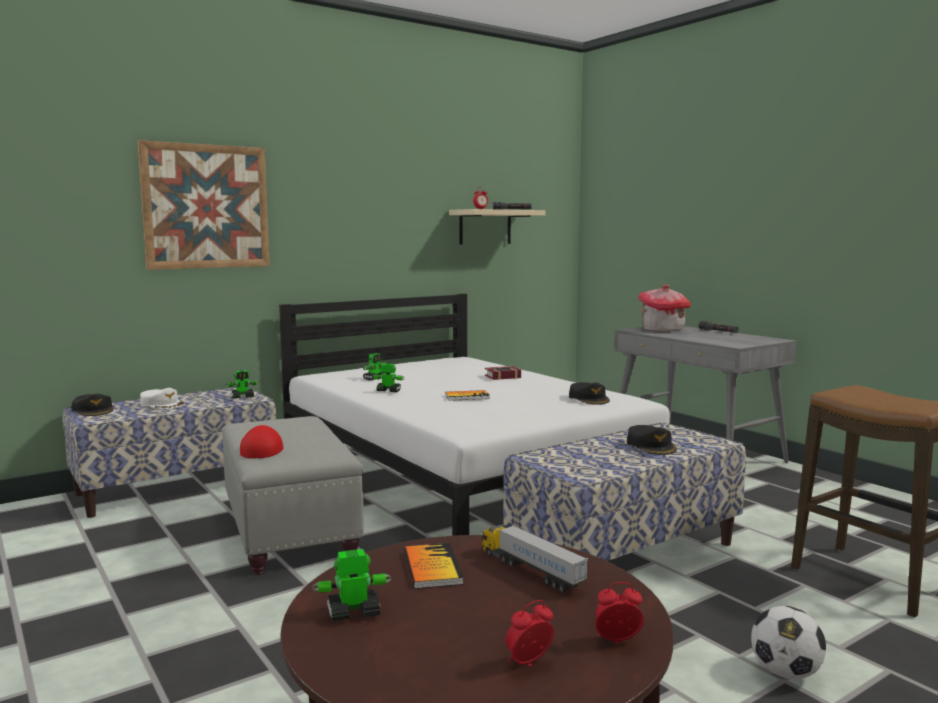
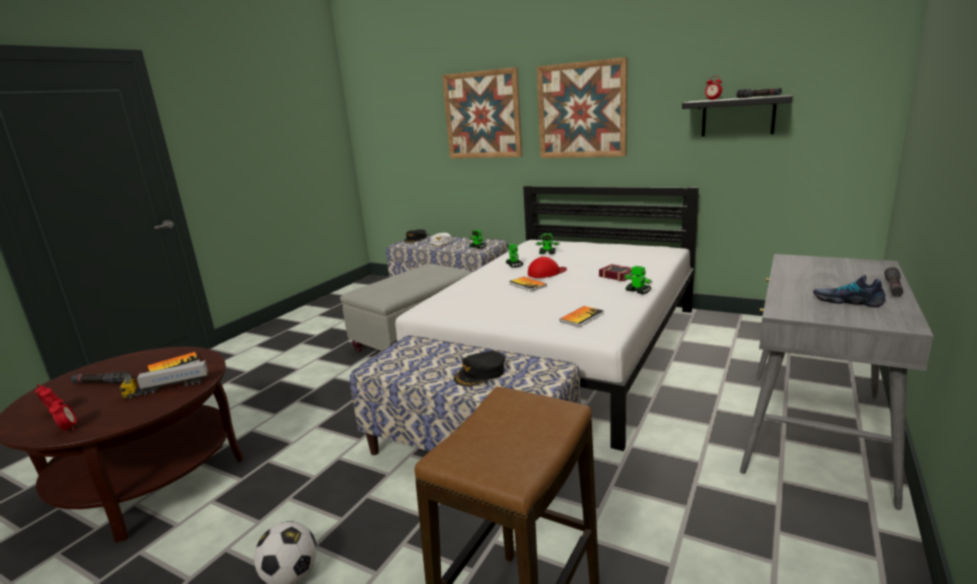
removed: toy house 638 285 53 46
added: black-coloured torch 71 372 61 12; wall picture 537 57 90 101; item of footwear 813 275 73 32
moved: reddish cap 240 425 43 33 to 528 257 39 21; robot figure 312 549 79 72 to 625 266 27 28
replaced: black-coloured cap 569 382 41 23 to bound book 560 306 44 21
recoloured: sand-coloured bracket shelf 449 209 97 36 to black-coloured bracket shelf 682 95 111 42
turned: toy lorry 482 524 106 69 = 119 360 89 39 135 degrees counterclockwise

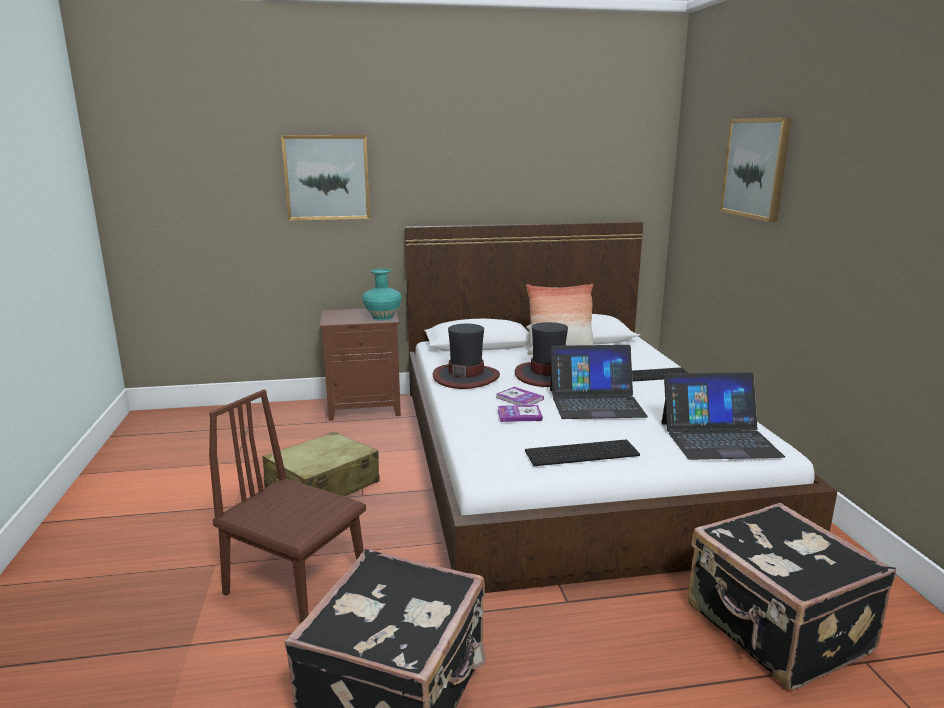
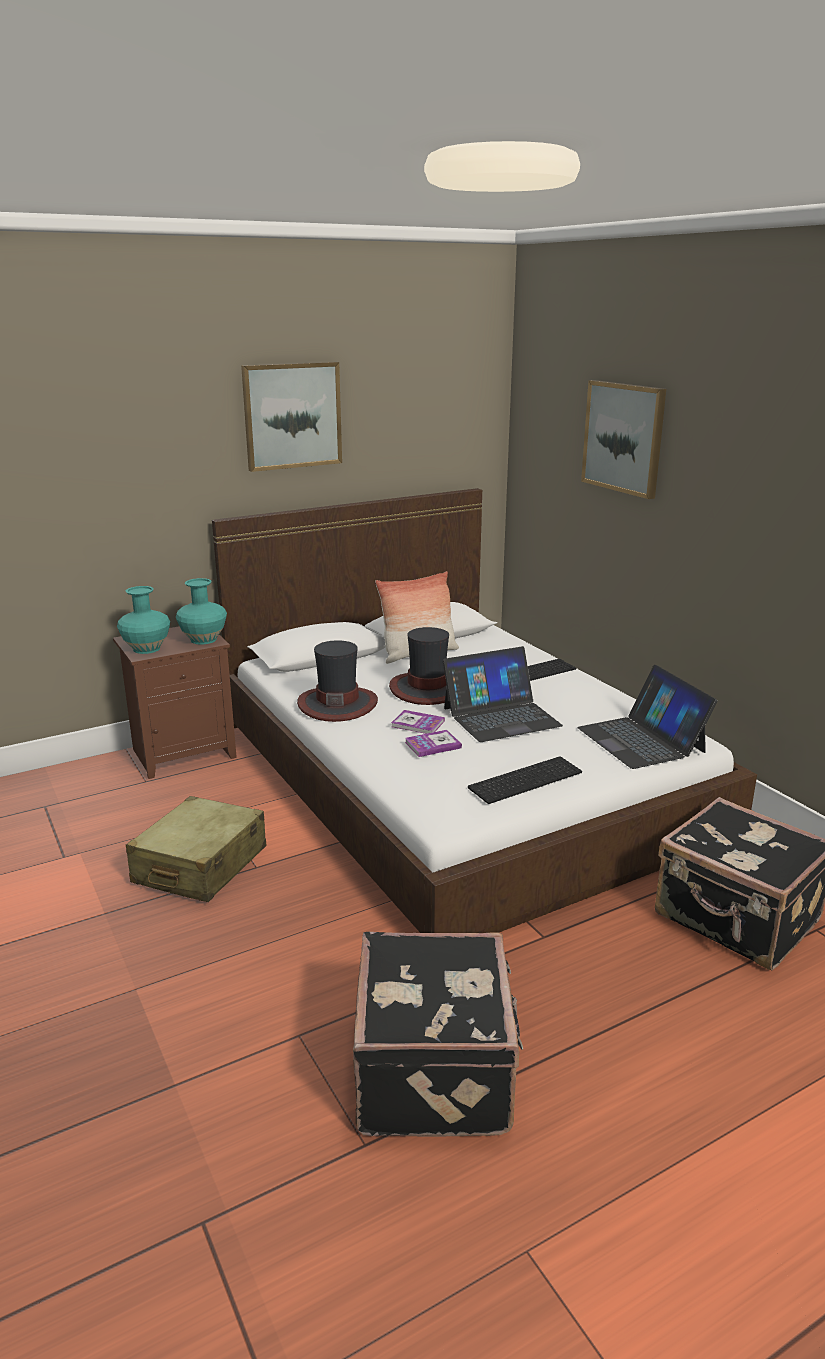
removed: brown-coloured plain chair 209 389 157 235
added: turquoise decorative vase 117 586 53 68
moved: wall picture 281 135 89 86 to 241 362 101 110
turned: laptop 661 372 124 88 = 577 665 140 104 90 degrees clockwise

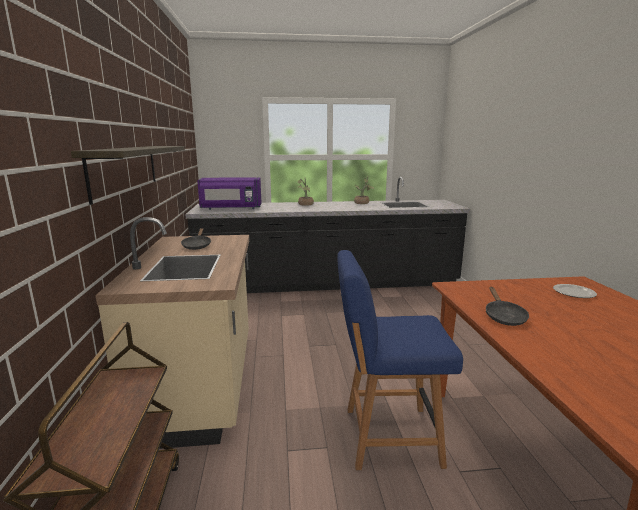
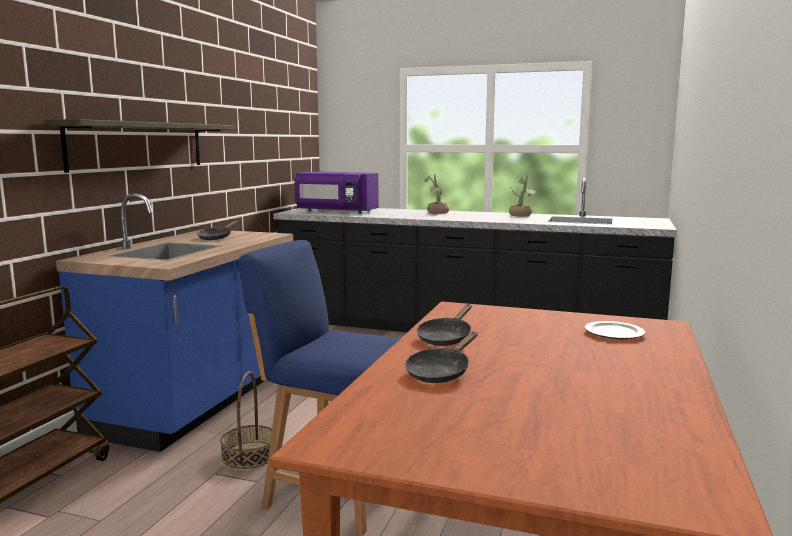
added: household basket 220 371 52 98; black-coloured skillet 405 332 73 51
recoloured: sand-coloured kitchen counter 96 217 153 232 to blue kitchen counter 56 193 237 259

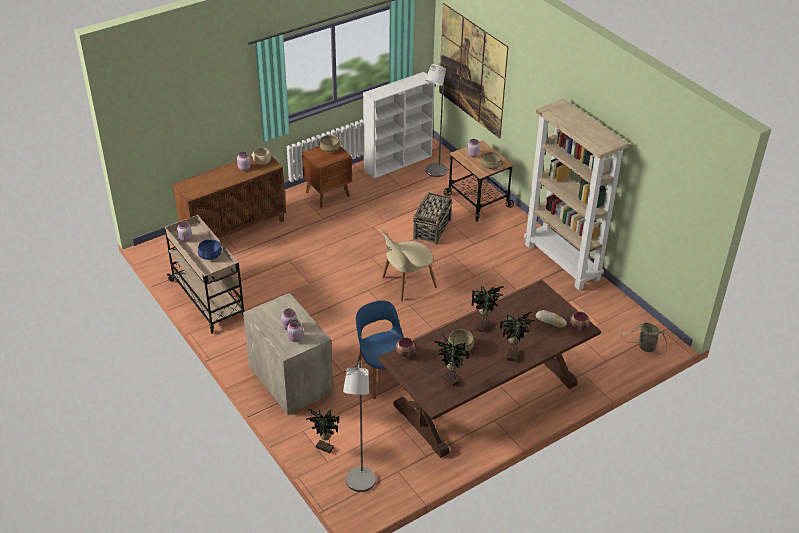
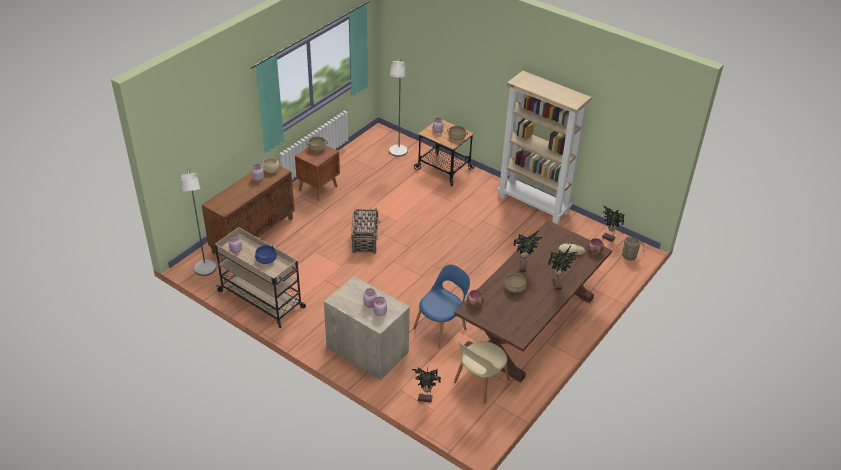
removed: whitish shelving unit 363 72 72 106; wall picture 439 3 69 136
moved: grey standard lamp 343 360 33 132 to 181 169 35 107; household basket 413 192 40 53 to 351 208 29 46; sand-coloured plain chair 381 229 56 72 to 454 341 56 63; potted plant 435 333 34 54 to 602 206 23 36
turned: blue plain chair 356 300 48 99 = 413 265 57 83 90 degrees clockwise

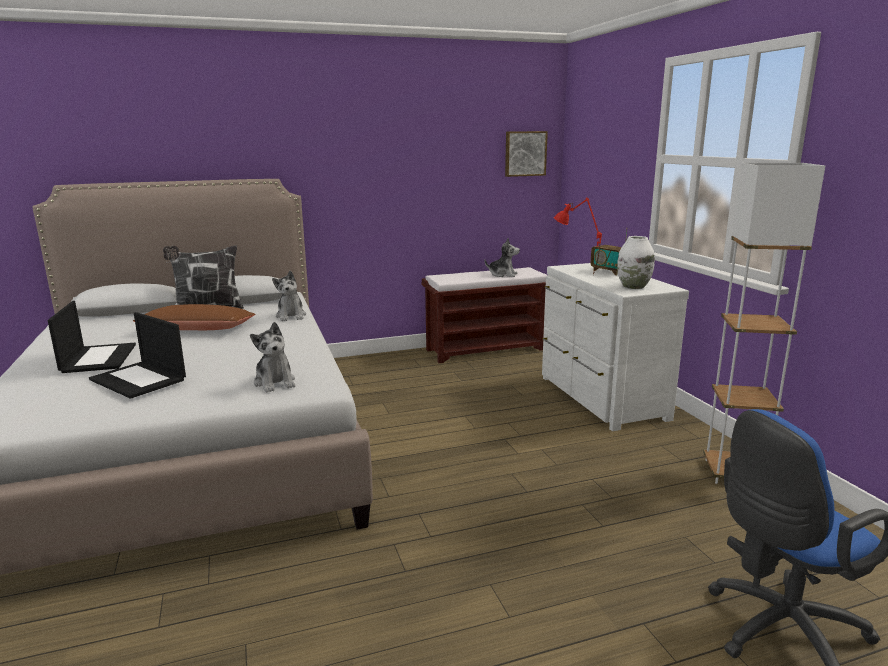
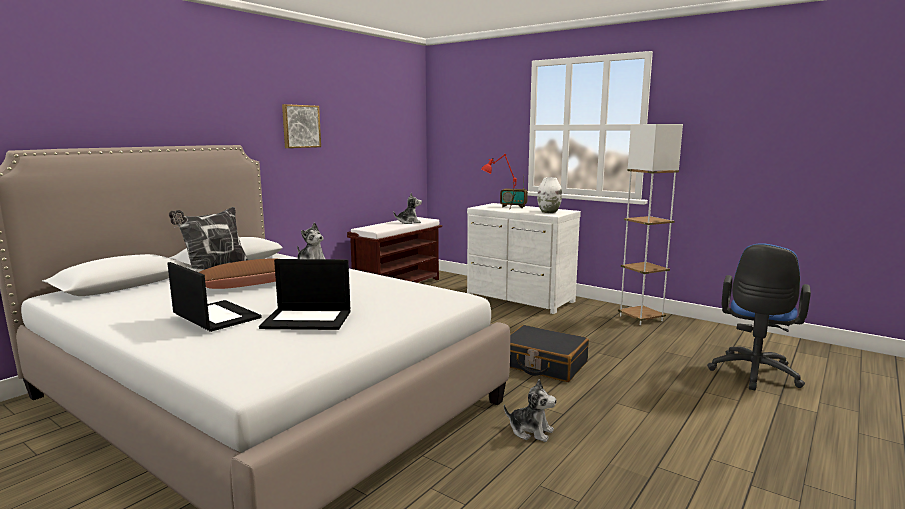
added: black-coloured suitcase 510 325 79 57
moved: wall picture 505 131 43 46 to 282 104 39 44; plush toy 250 322 45 70 to 504 379 53 63

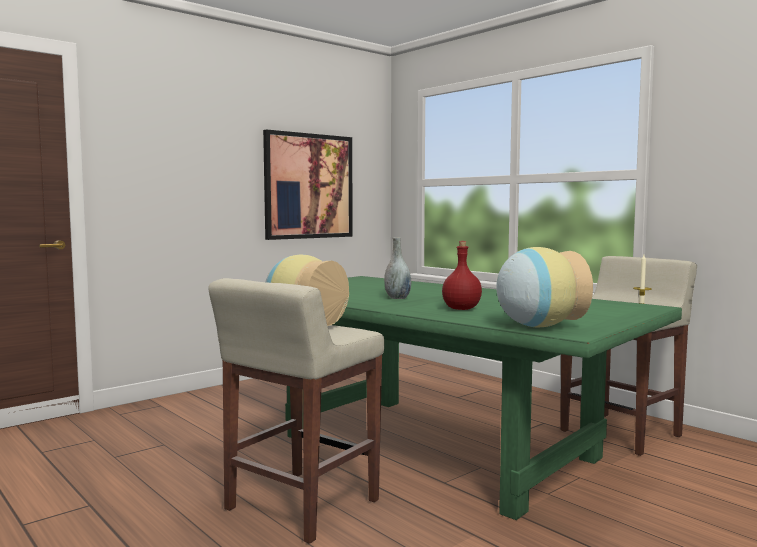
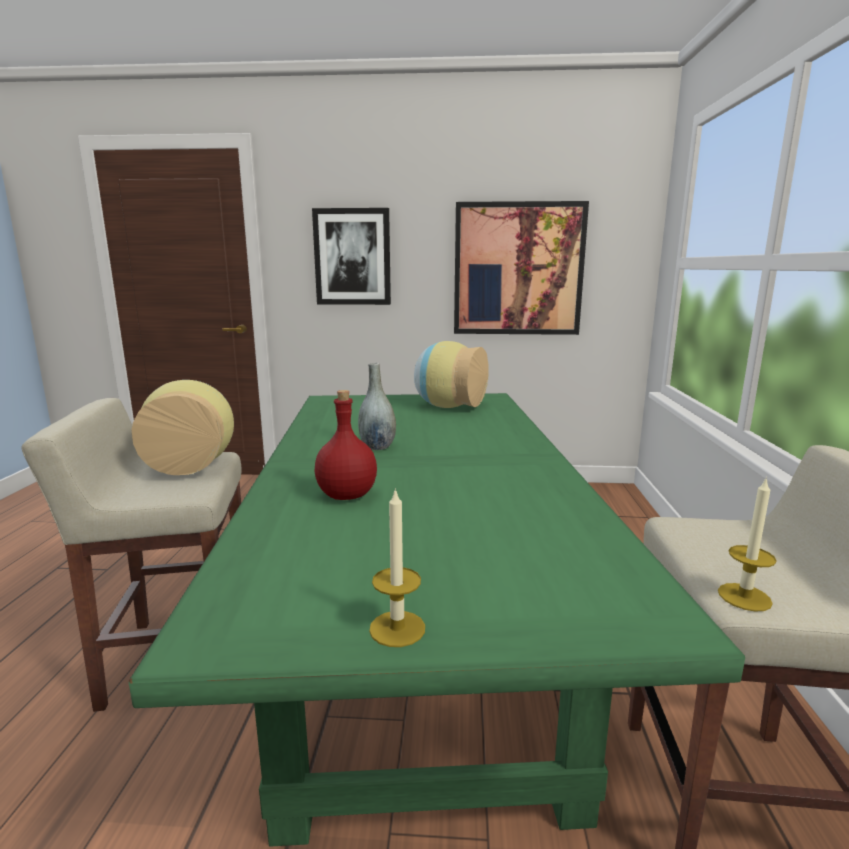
added: wall picture 312 208 79 97; candle 369 488 56 159
moved: decorative vase 497 247 96 81 to 414 341 75 67

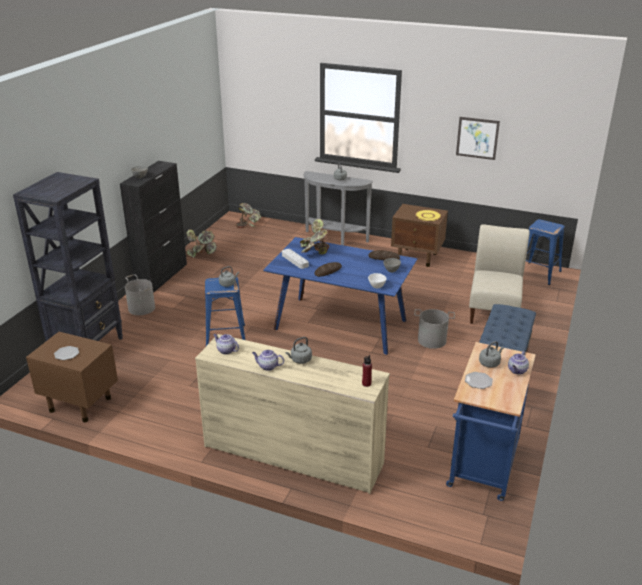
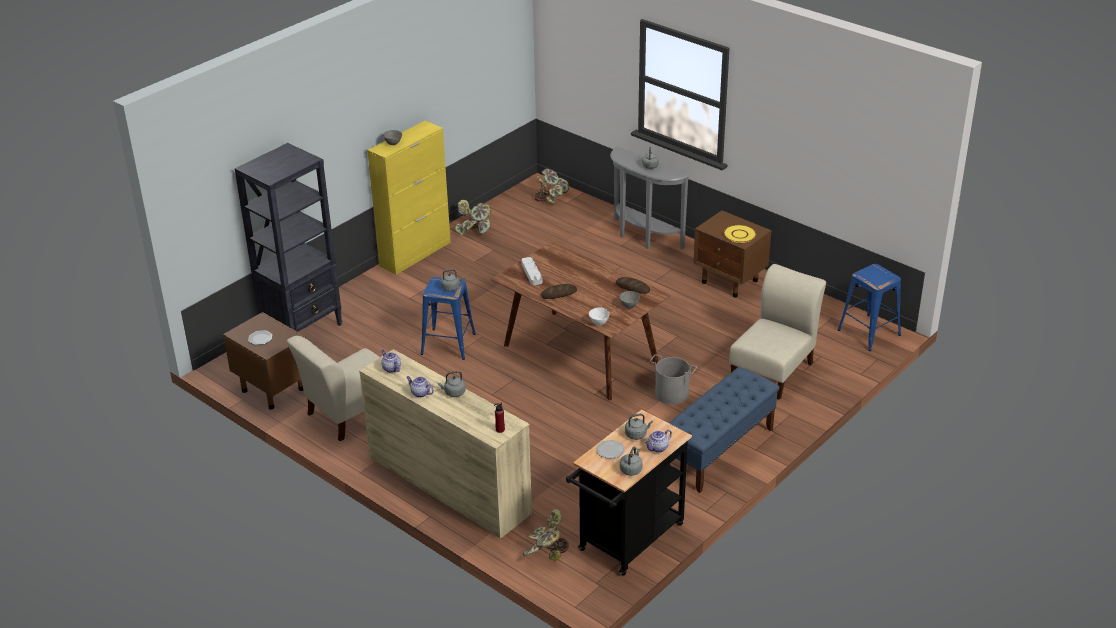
removed: grey bucket 125 274 30 41; wall picture 456 117 44 43
added: sand-coloured plain chair 287 336 93 105; grey water kettle 620 447 22 29
moved: potted plant 300 219 30 35 to 523 509 46 51
recoloured: black-coloured storage cabinet 120 161 67 132 to yellow-coloured storage cabinet 367 121 84 154; blue dining table 263 237 155 118 to brown-coloured dining table 491 241 180 159; blue wheeled cart 446 342 90 159 to black-coloured wheeled cart 566 409 126 166

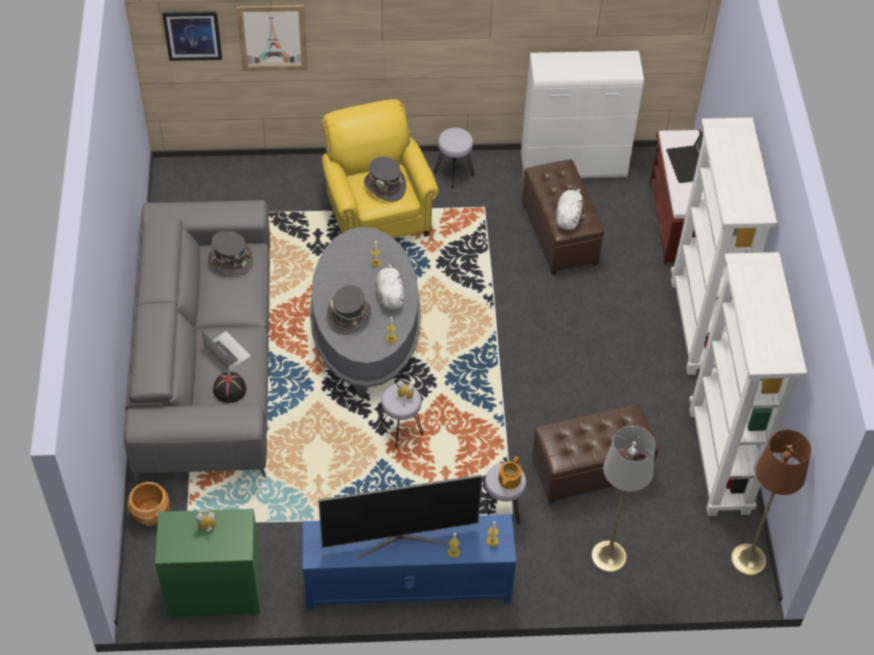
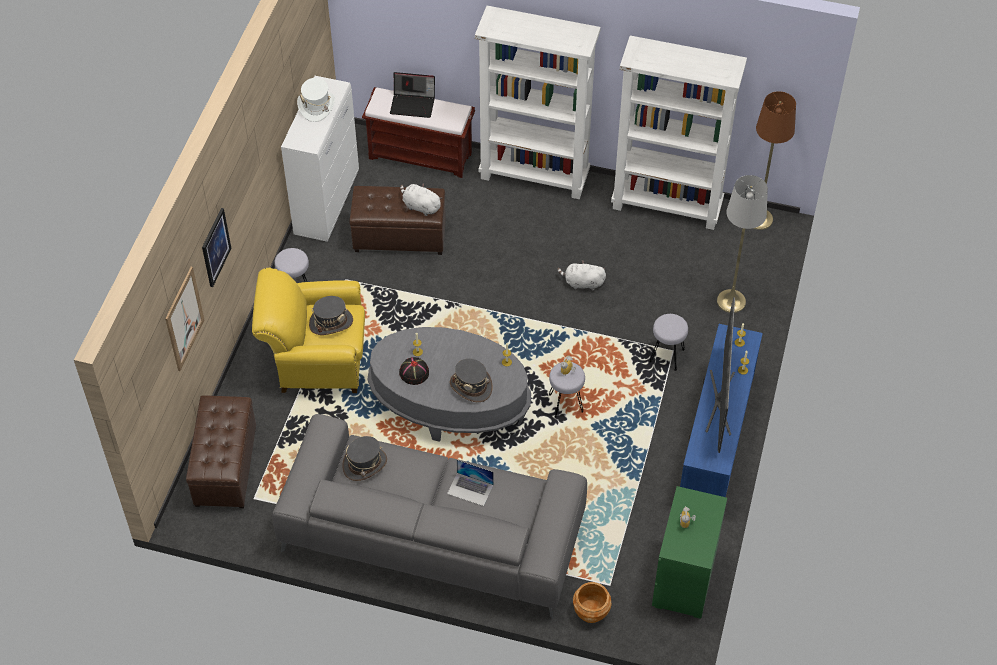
removed: pot for tea 498 456 24 33
added: whitish hat 297 78 38 44
moved: brown-coloured pouffe 532 404 126 100 to 186 395 70 113; wall picture 162 11 60 50 to 202 208 29 79; black-coloured hat 213 372 33 31 to 399 357 30 28; whitish plush toy 375 263 29 47 to 557 260 49 30
turned: laptop 202 330 49 41 = 447 460 47 46 135 degrees counterclockwise

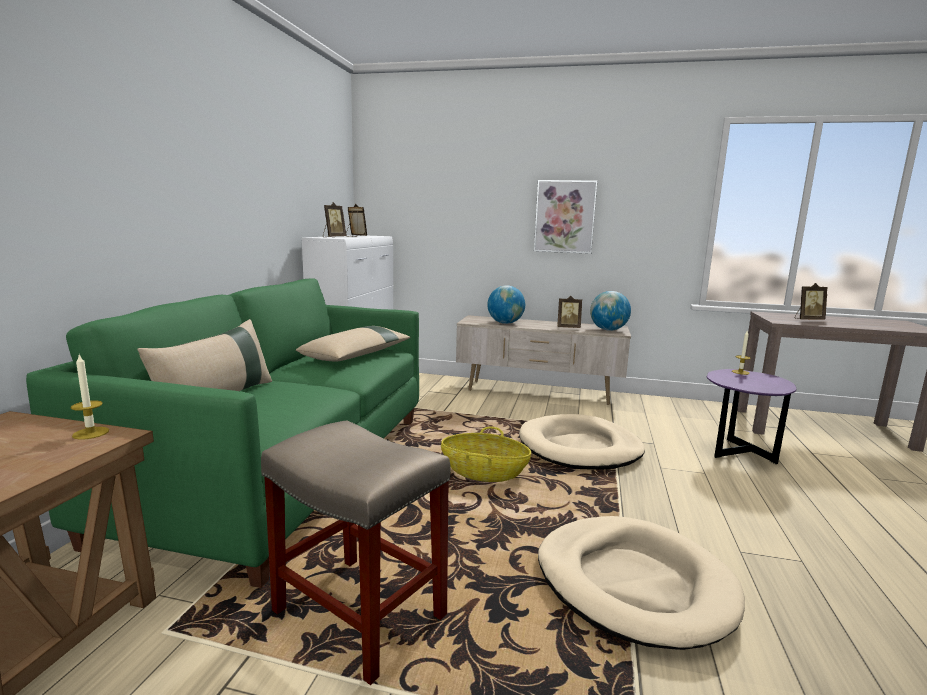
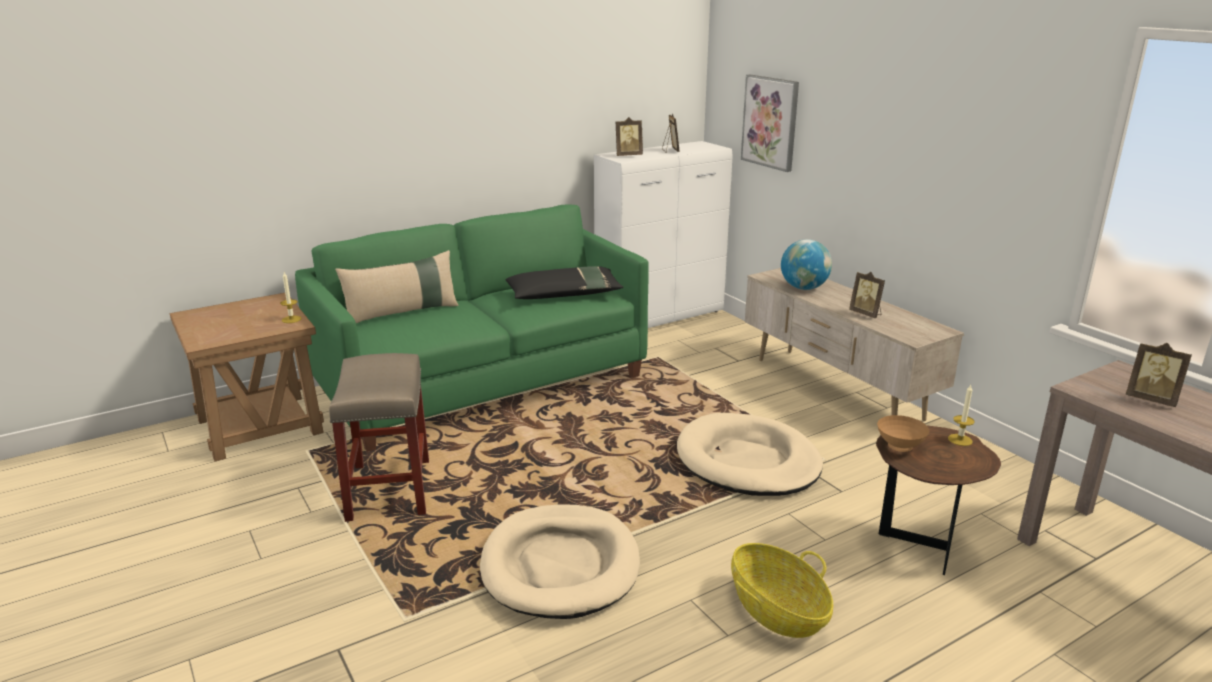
removed: globe 590 291 41 40
added: brown-coloured bowl 877 415 52 37
moved: household basket 441 427 90 55 to 731 543 102 95; wall picture 534 180 63 74 to 741 75 58 97
recoloured: sand-coloured cushion 296 326 114 35 to black-coloured cushion 506 266 118 33; purple-coloured side table 707 369 89 95 to brown-coloured side table 876 426 125 149

